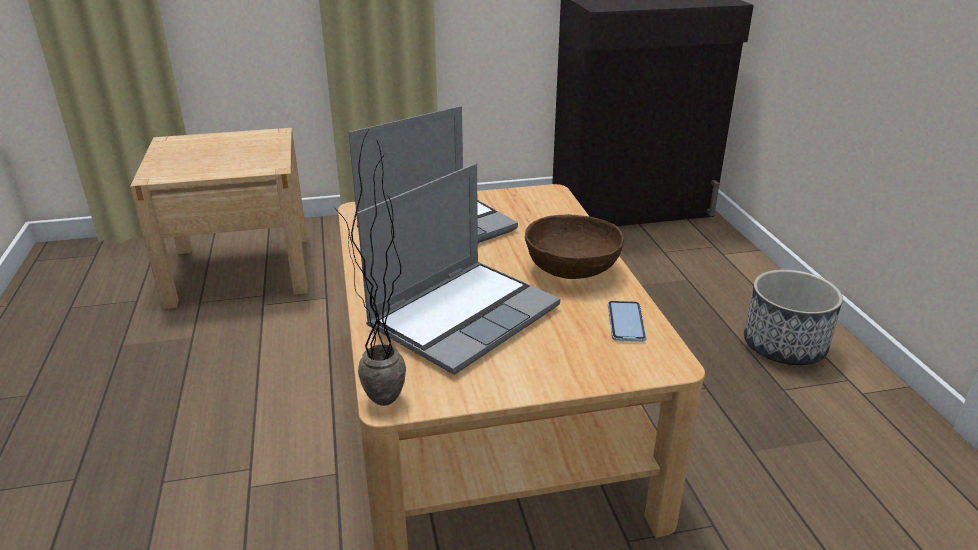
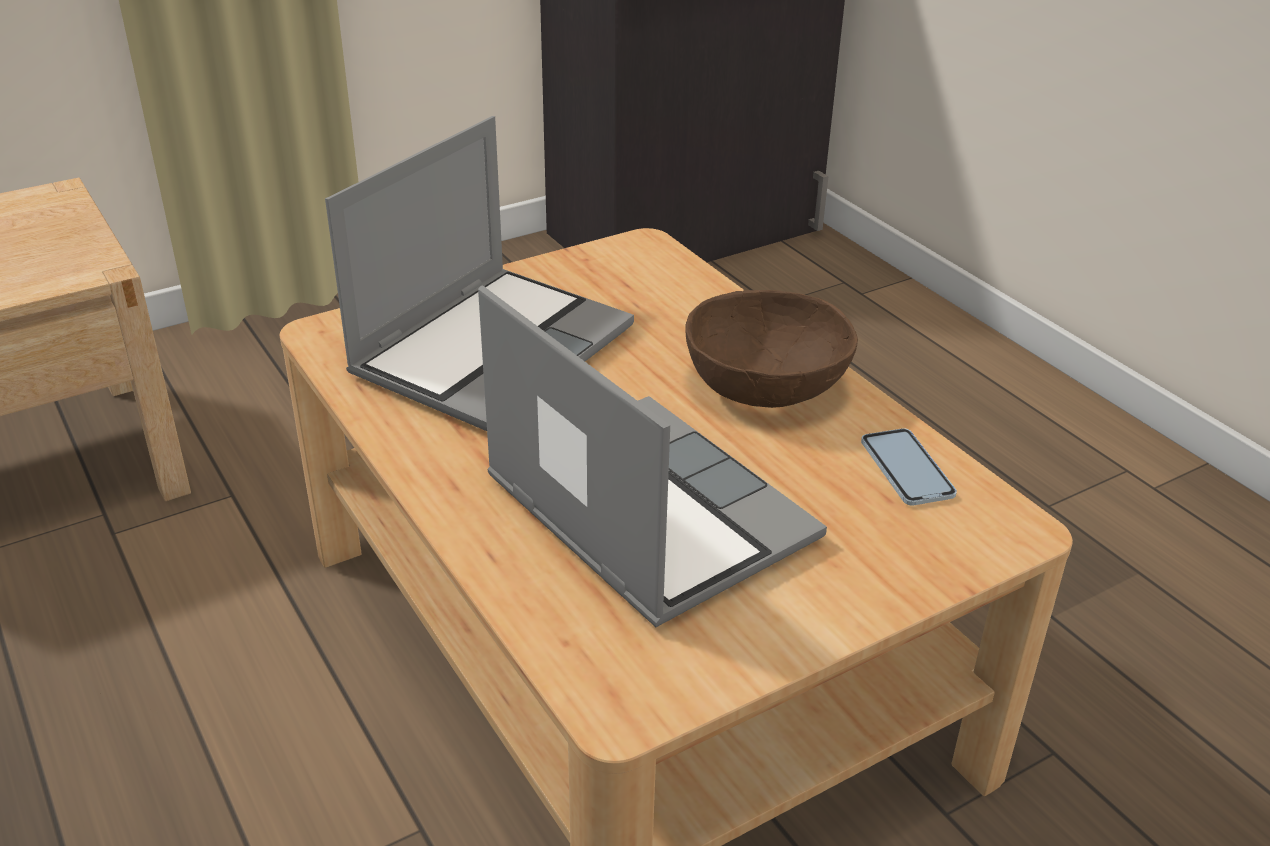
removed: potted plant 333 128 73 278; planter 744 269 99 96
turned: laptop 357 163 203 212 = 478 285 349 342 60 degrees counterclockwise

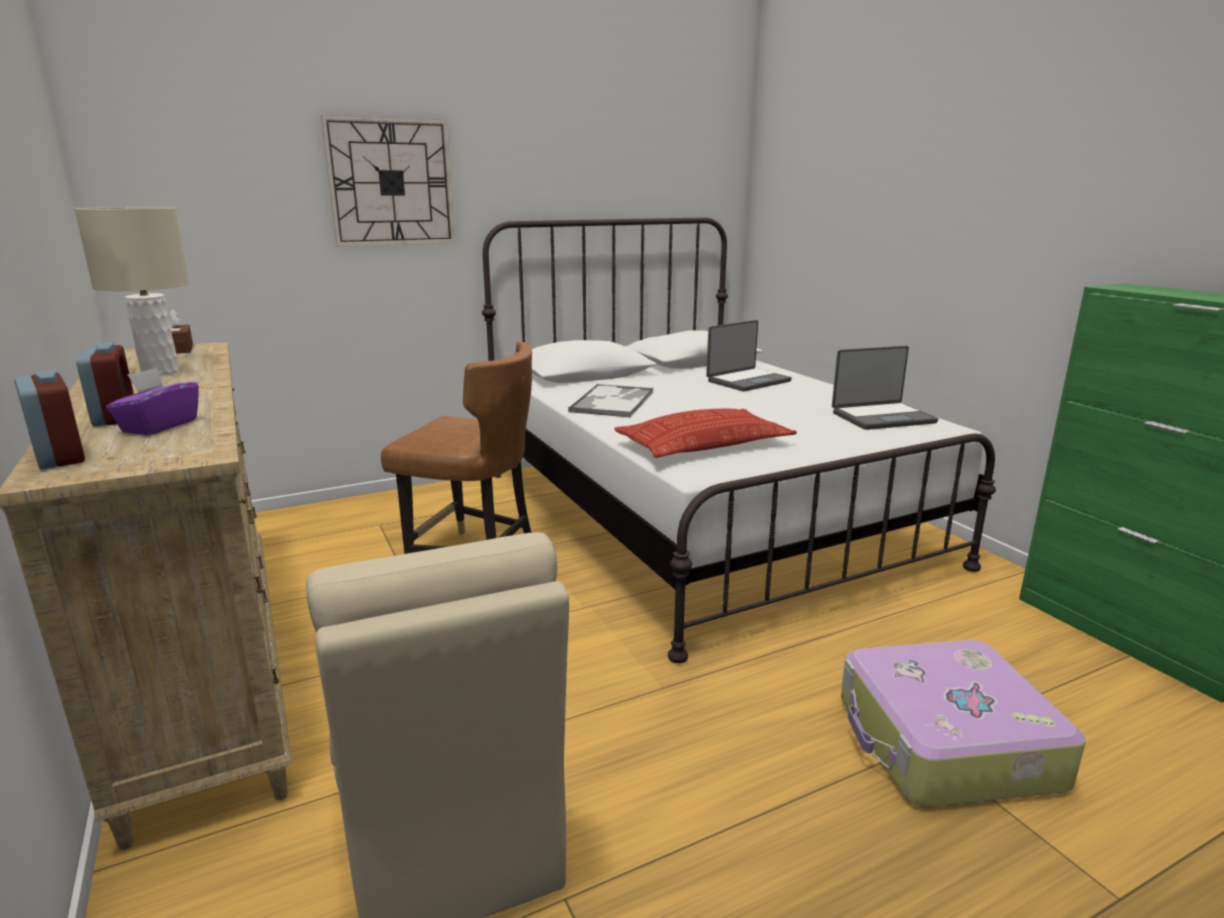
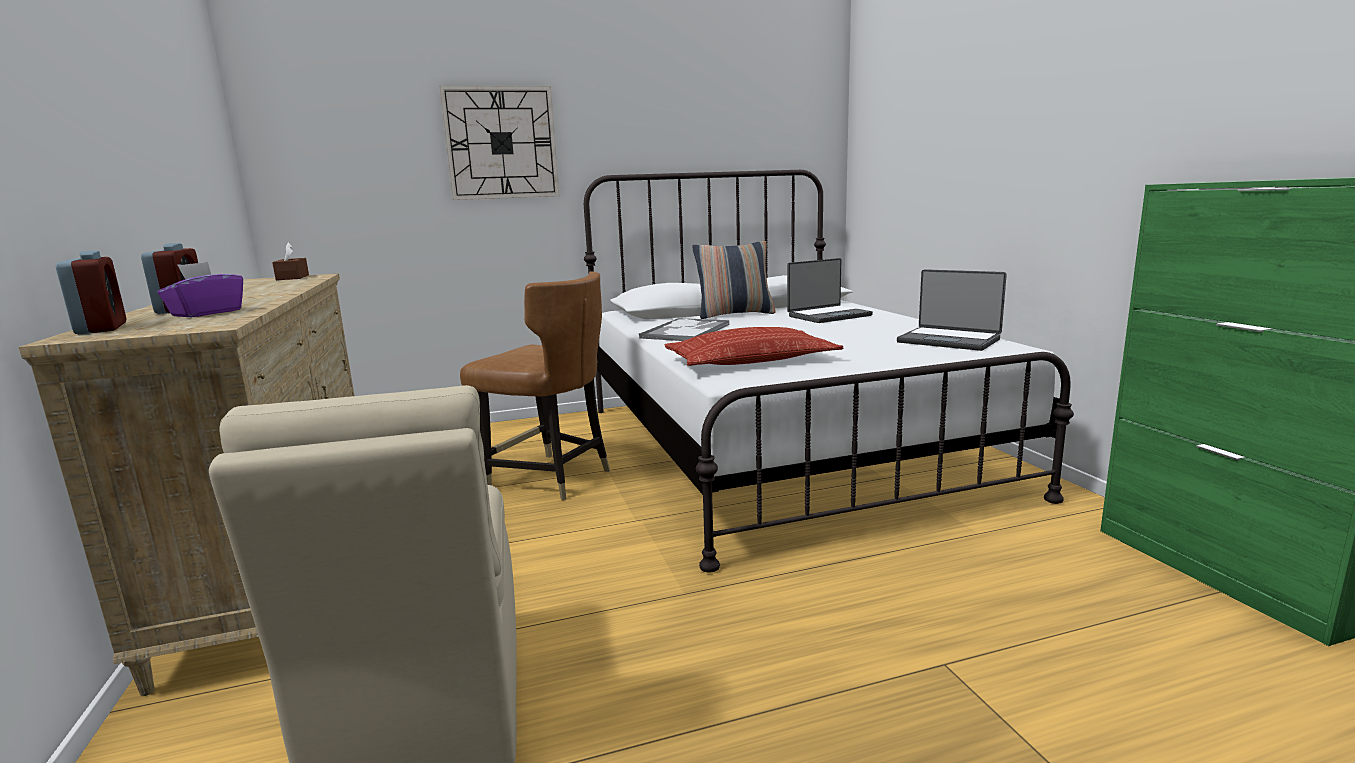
removed: sand-coloured table lamp 74 207 115 168; suitcase 841 640 245 167
added: cushion 692 241 84 78
turned: laptop 832 346 106 84 = 897 269 110 82 45 degrees clockwise

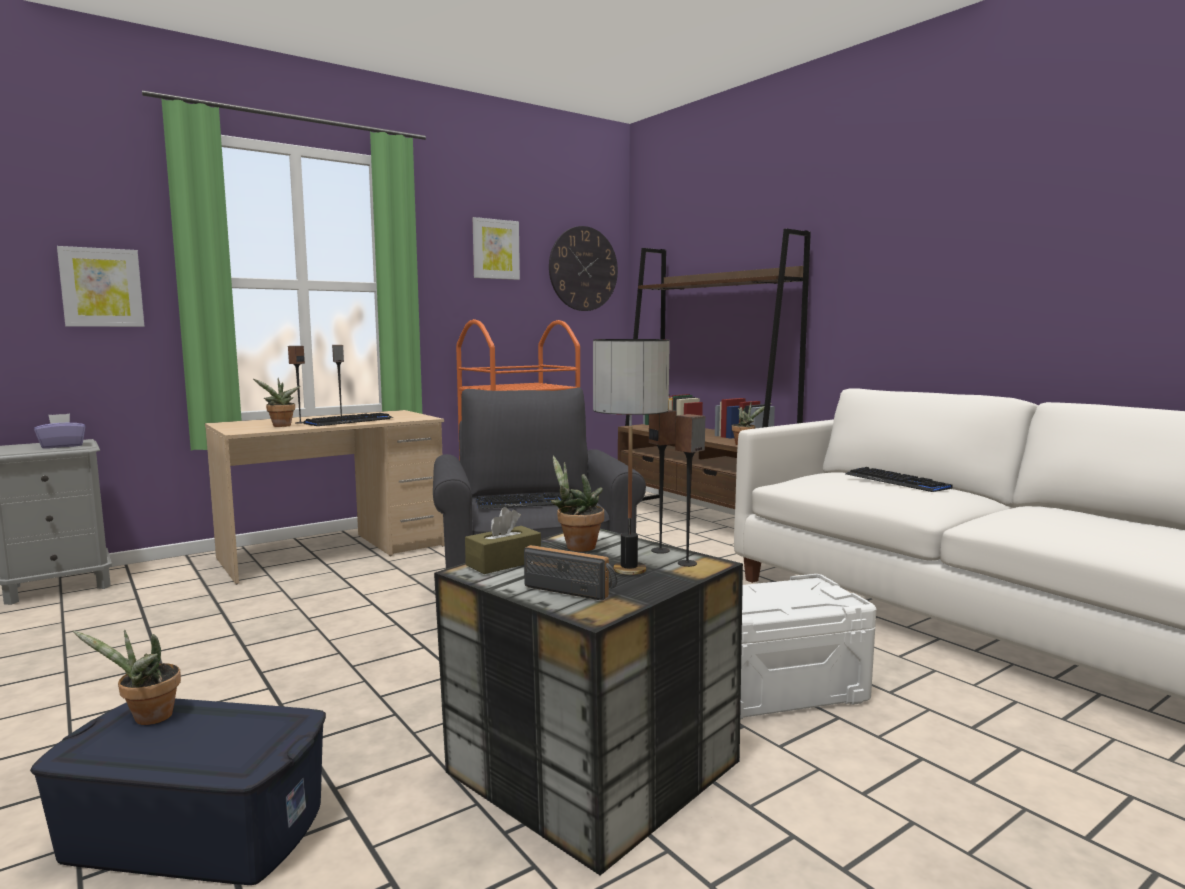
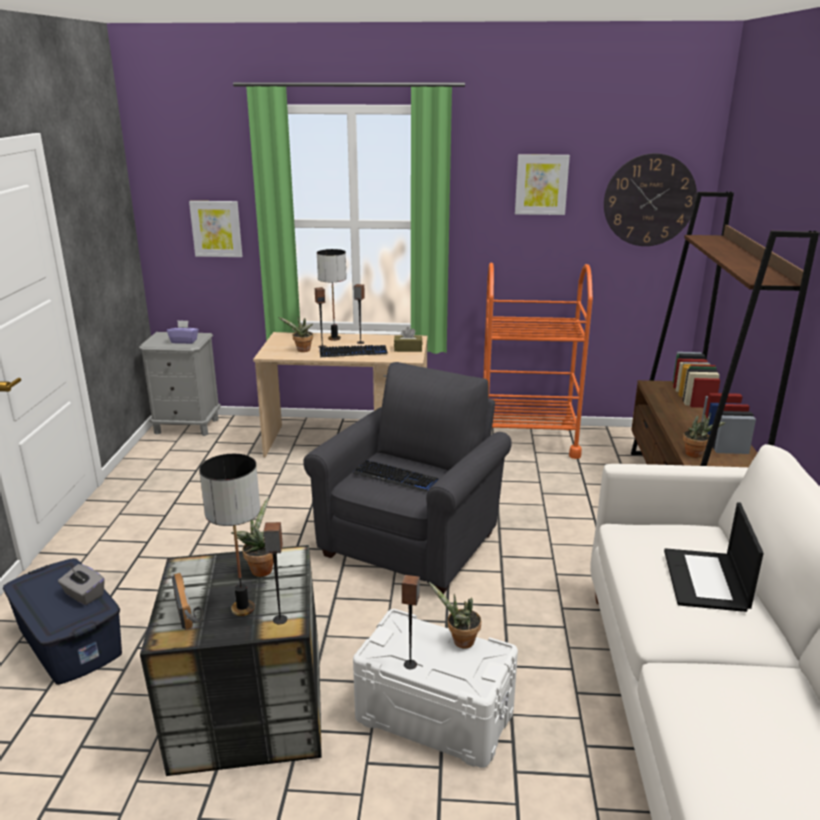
added: grey box of tissues 58 564 46 41; table lamp 317 249 30 92
moved: brown-coloured box of tissues 465 507 76 67 to 394 327 28 25; loudspeaker 649 410 28 144 to 402 575 18 94; potted plant 73 630 108 95 to 429 582 52 67
replaced: keyboard 846 467 107 25 to laptop 664 502 100 110

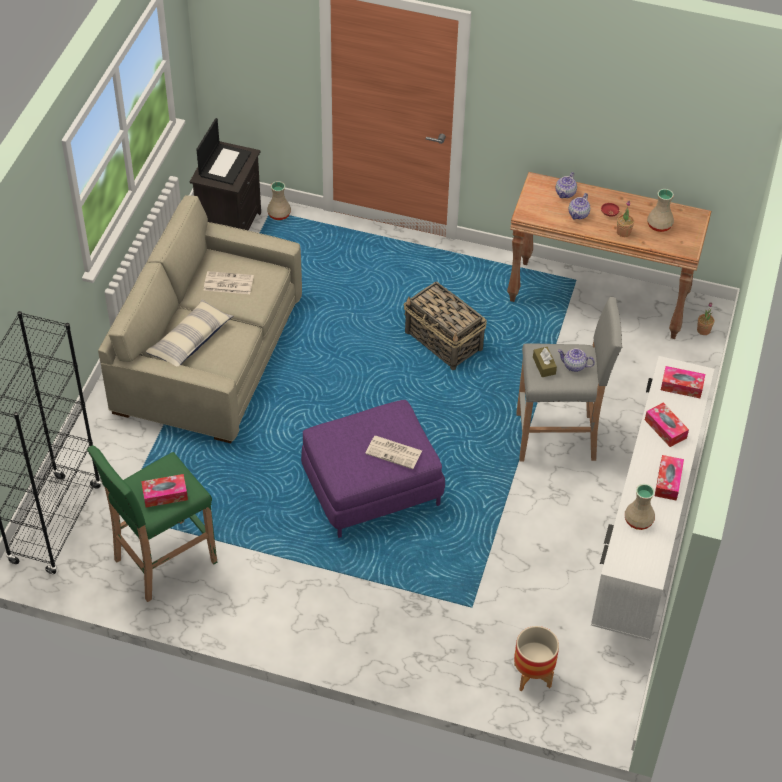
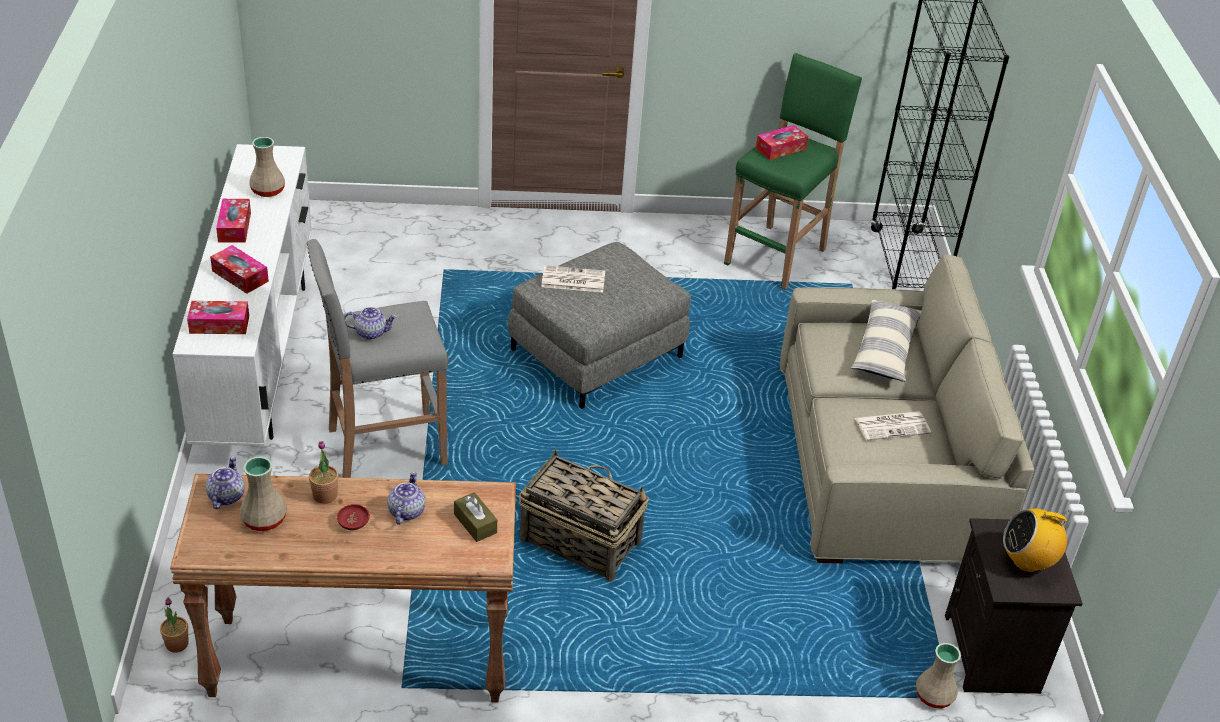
removed: planter 514 626 45 66
moved: pot for tea 556 172 21 26 to 206 456 39 53; brown-coloured box of tissues 533 347 24 30 to 454 492 43 50
replaced: laptop 196 118 55 67 to radio 1003 509 66 64
recoloured: purple-coloured pouffe 301 400 144 138 to grey pouffe 508 242 183 167

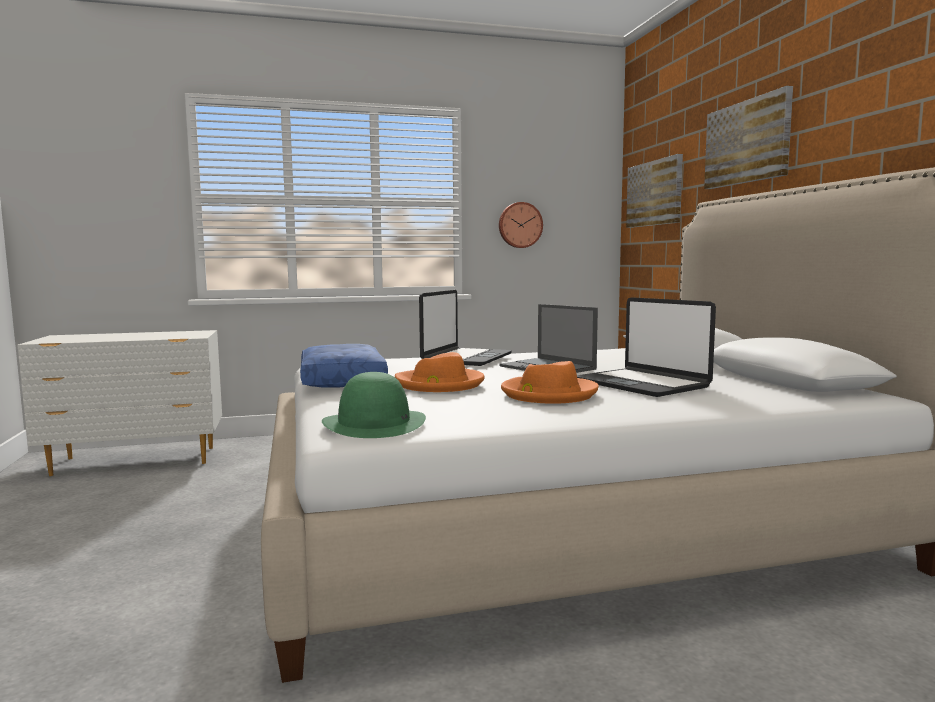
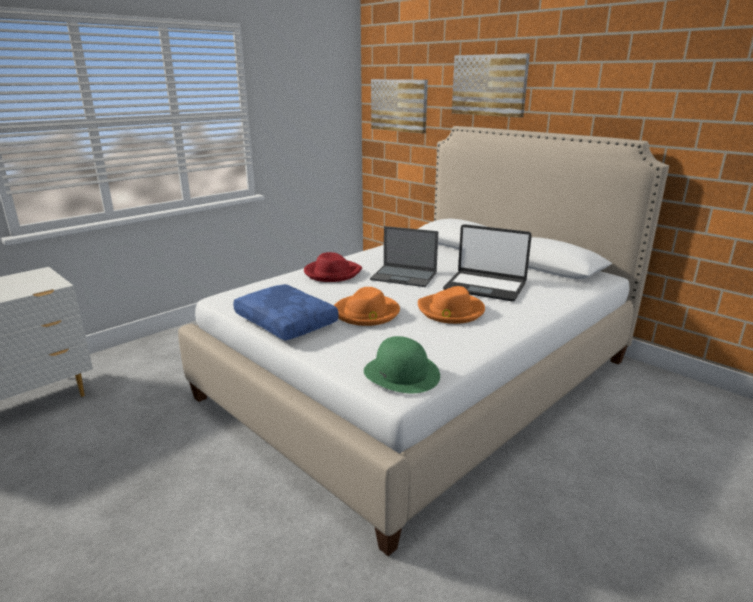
removed: wall clock 499 202 44 46
replaced: laptop 419 290 93 76 to reddish hat 304 252 58 30

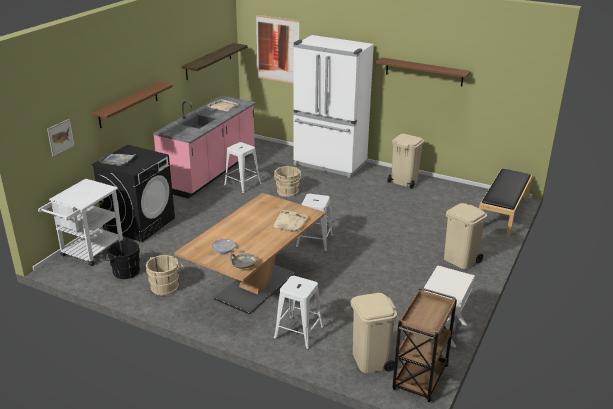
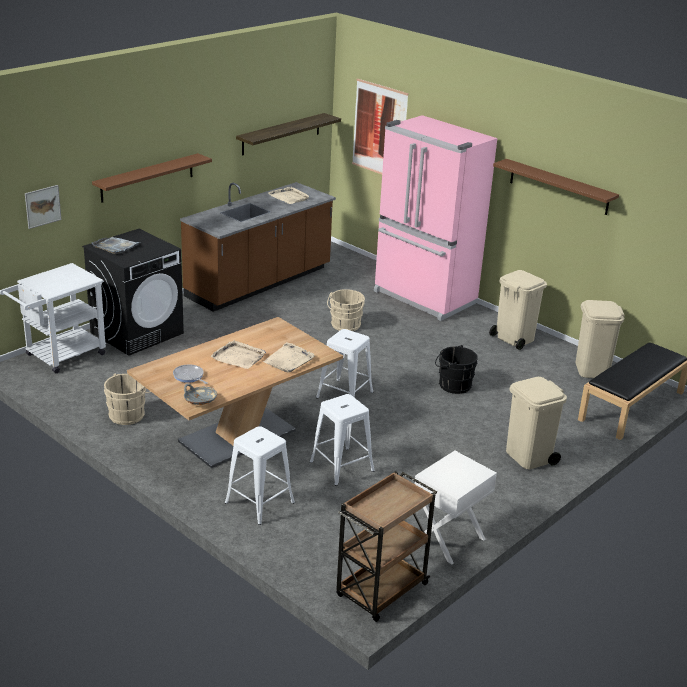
added: sand-coloured serving tray 210 340 56 29
moved: whitish stool seat 224 142 38 52 to 310 394 65 92; black-coloured bucket 105 239 35 40 to 435 345 43 49; sand-coloured trash can 351 293 46 80 to 575 300 50 78
recoloured: pink-coloured kitchen counter 153 96 103 103 to brown-coloured kitchen counter 180 182 156 130; whitish fridge 293 35 81 143 to pink-coloured fridge 374 115 123 206

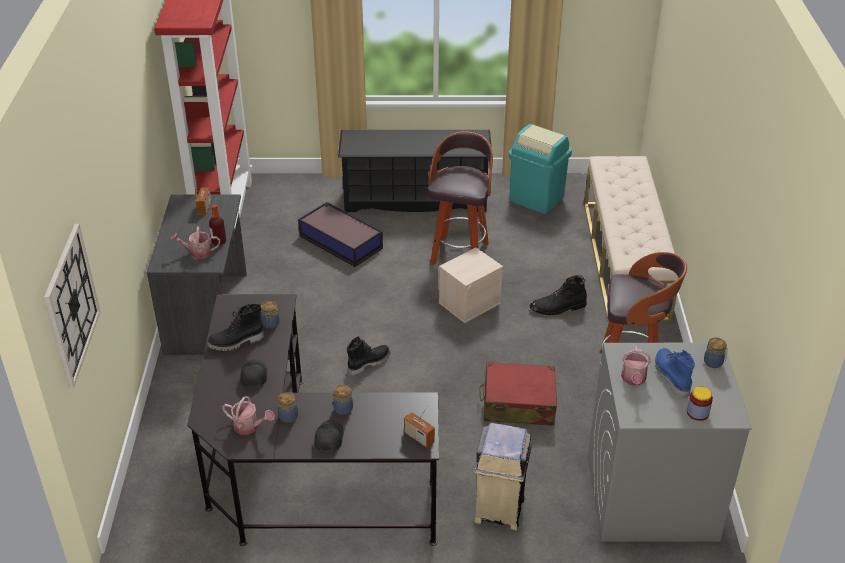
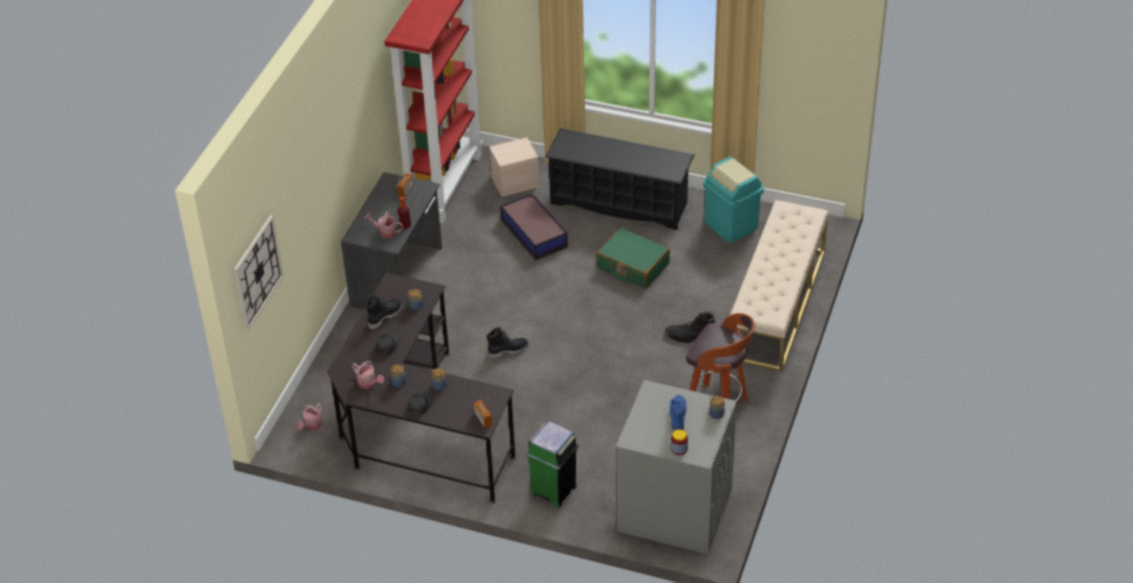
removed: reddish suitcase 479 362 78 64
moved: sprinkling can 621 346 30 40 to 296 403 26 28; sand-coloured storage box 439 247 64 76 to 489 137 51 60
replaced: stool seat 428 131 65 134 to green suitcase 596 228 74 61
recoloured: sand-coloured trash can 474 423 58 107 to green trash can 526 421 53 87
turned: black-coloured boot 207 304 57 47 = 366 294 37 35 135 degrees clockwise

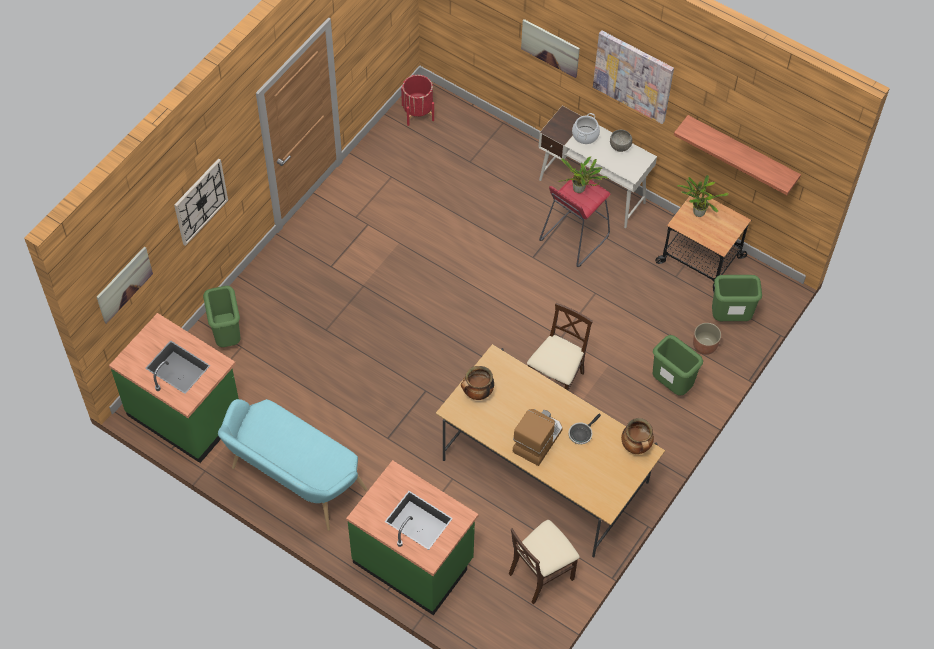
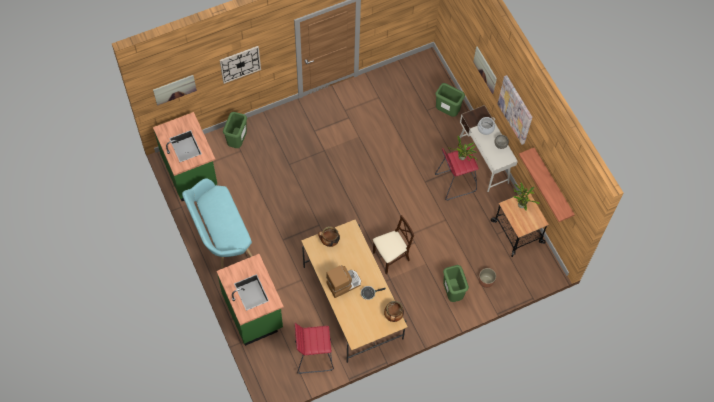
removed: reddish planter 401 75 33 51
moved: green trash can 712 275 50 46 to 435 83 30 34
replaced: sand-coloured plain chair 509 520 71 84 to reddish stool seat 295 323 39 51

